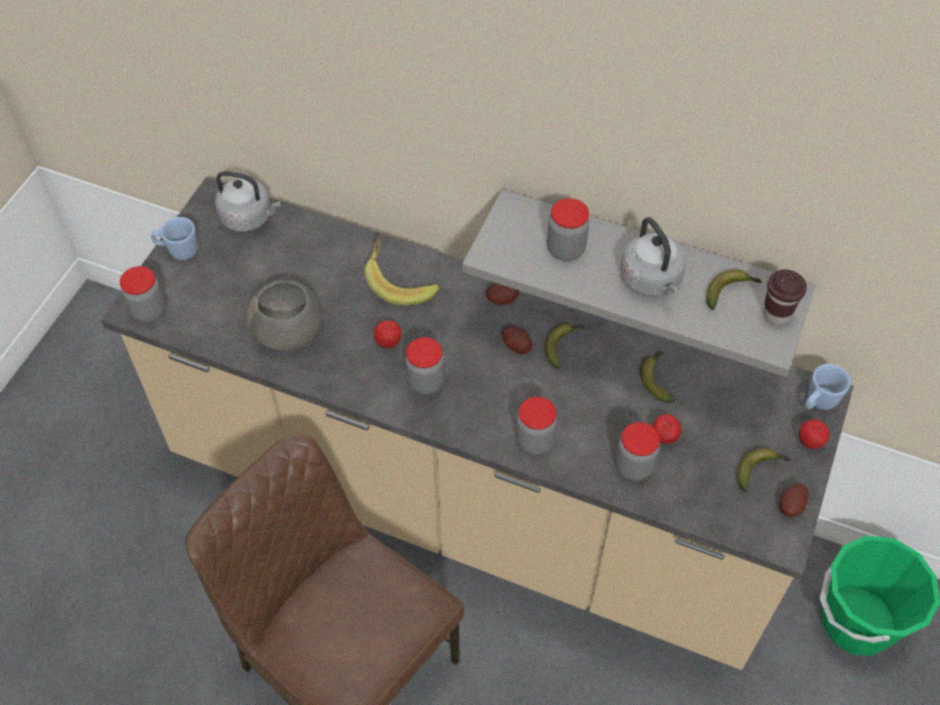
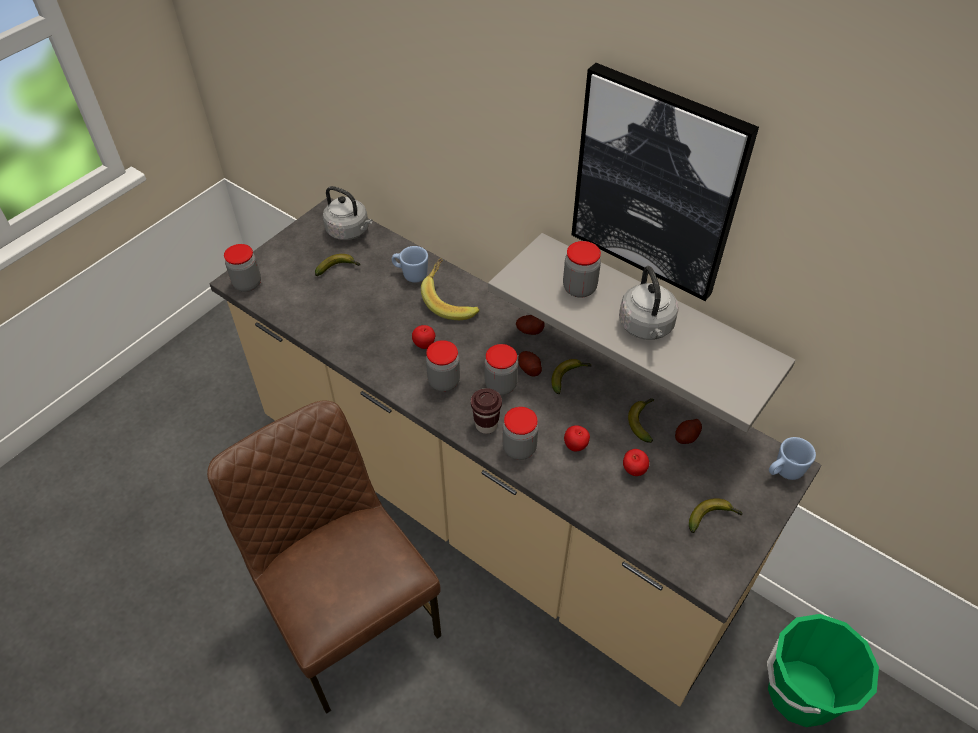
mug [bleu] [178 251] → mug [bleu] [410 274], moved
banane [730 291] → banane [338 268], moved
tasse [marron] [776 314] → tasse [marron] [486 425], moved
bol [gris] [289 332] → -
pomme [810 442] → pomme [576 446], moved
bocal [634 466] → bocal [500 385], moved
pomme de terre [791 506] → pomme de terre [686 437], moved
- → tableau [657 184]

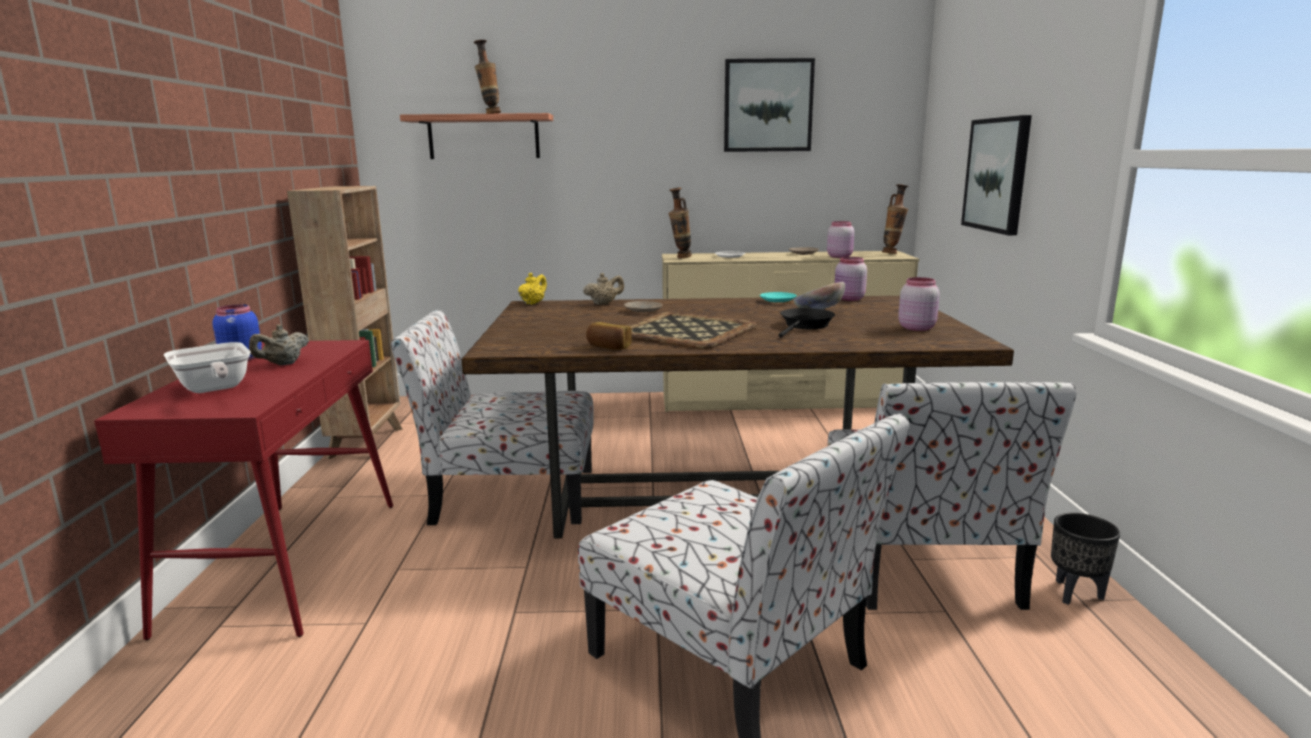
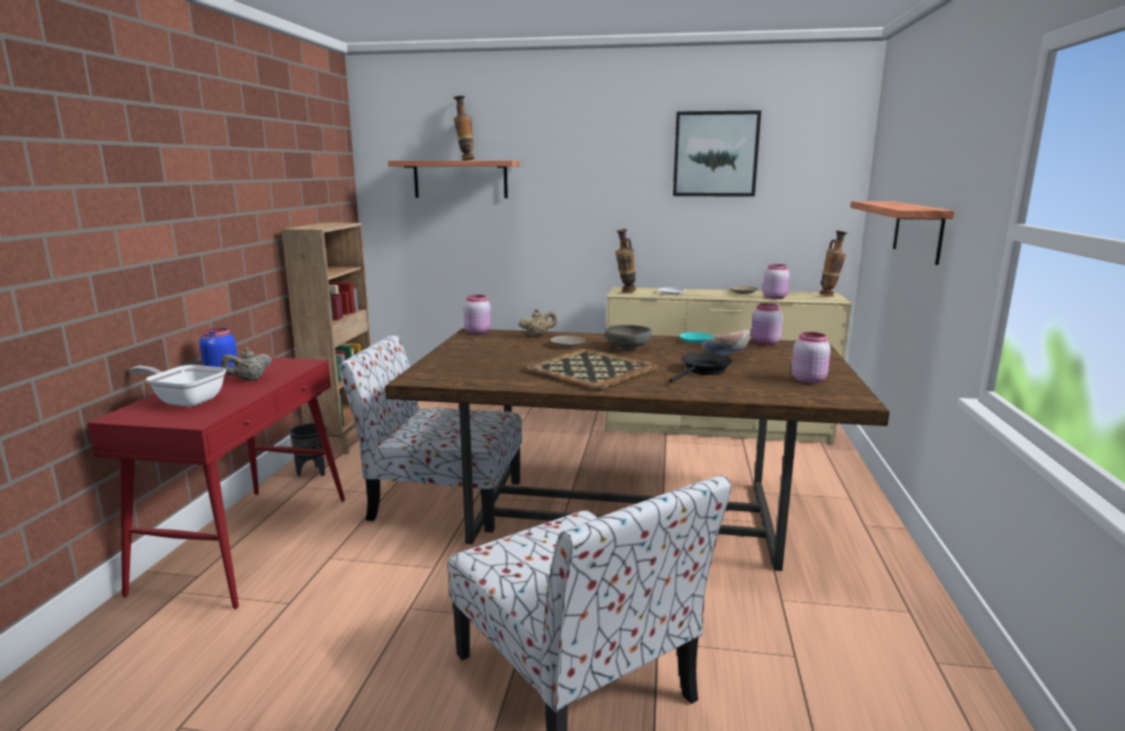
tableau [997 174] → étagère [918 231]
théière [jaune] [533 303] → bocal [rose] [477 332]
pain [608 347] → -
poêle [214 389] → poêle [185 400], 135 degrees clockwise
chaise [919 563] → -
cache-pot [noir] [1076 594] → cache-pot [noir] [313 472], moved
- → bol [gris] [627 347]

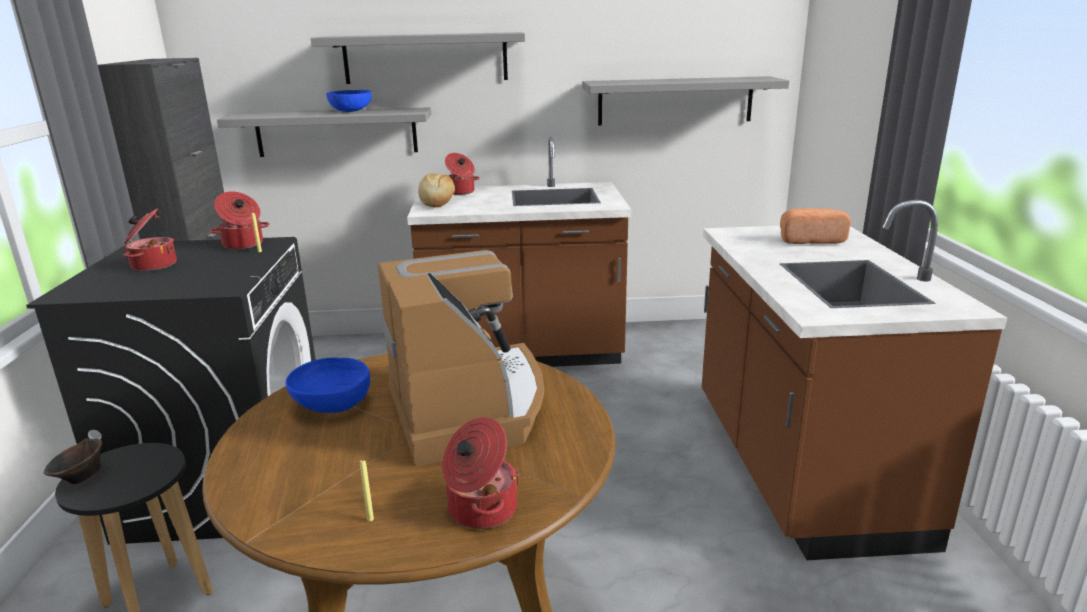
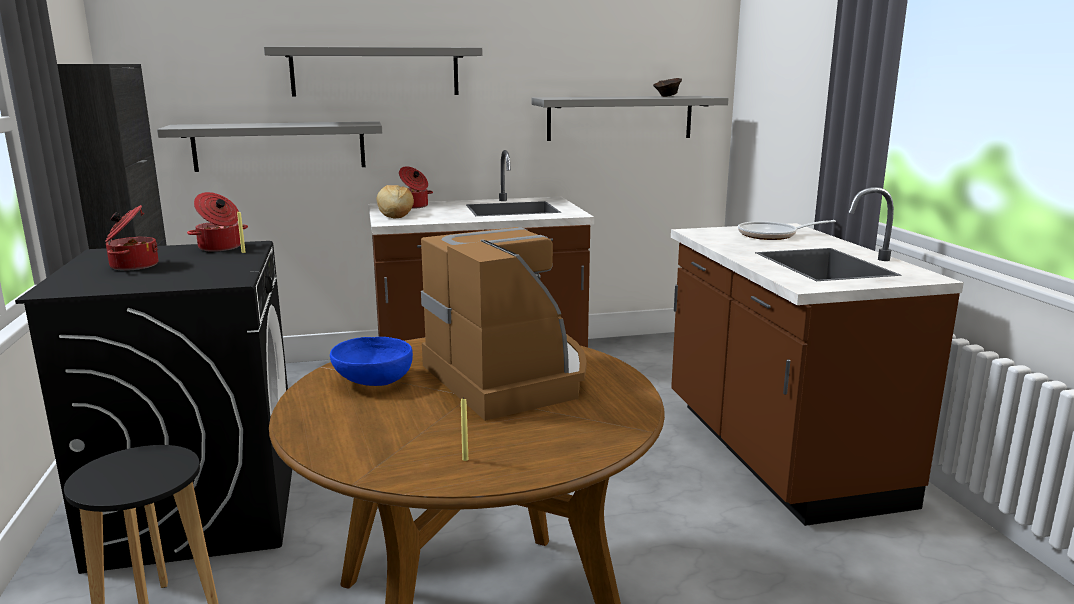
bol [bleu] [351 111] → -
pain [809 240] → poêle [772 235]
marmite [480 509] → -
bol [marron] [81 478] → bol [marron] [667 96], moved

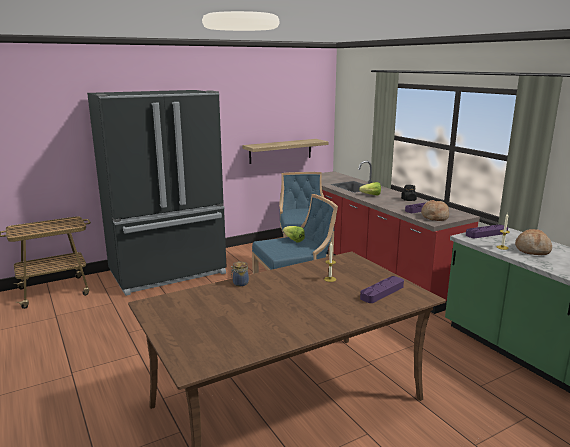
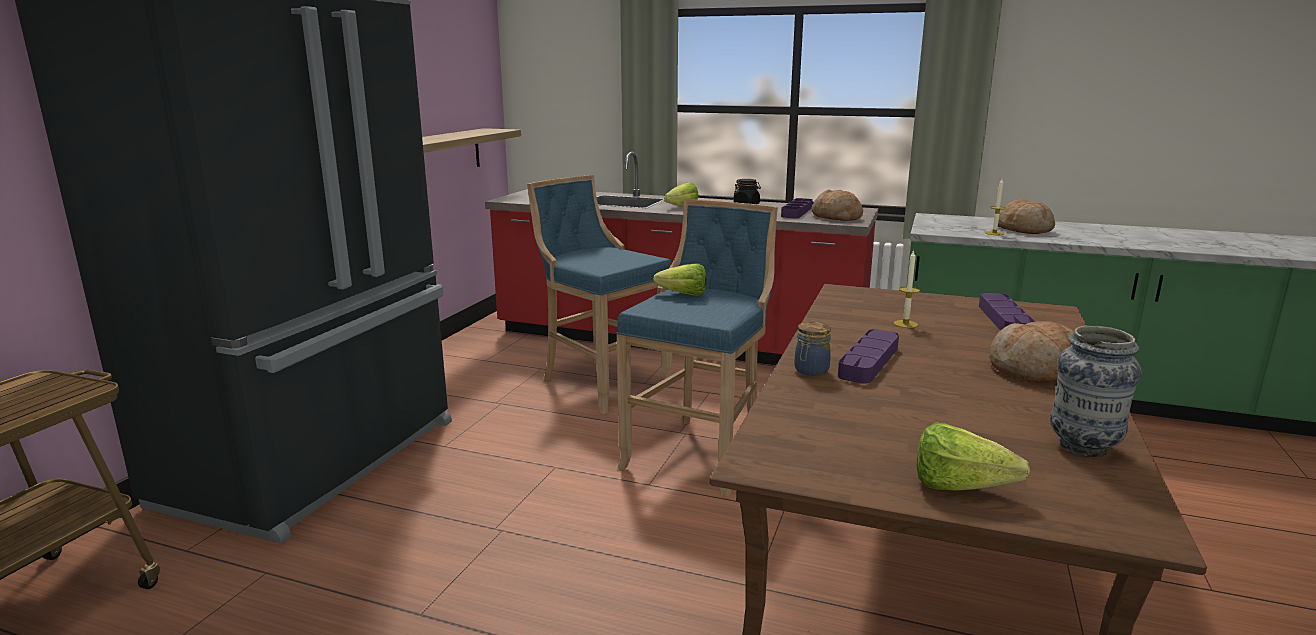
plateau [violet] [486 234] → plateau [violet] [869 361], moved
- → pain [1034 370]
- → vase [1083 447]
- → laitue [968 490]

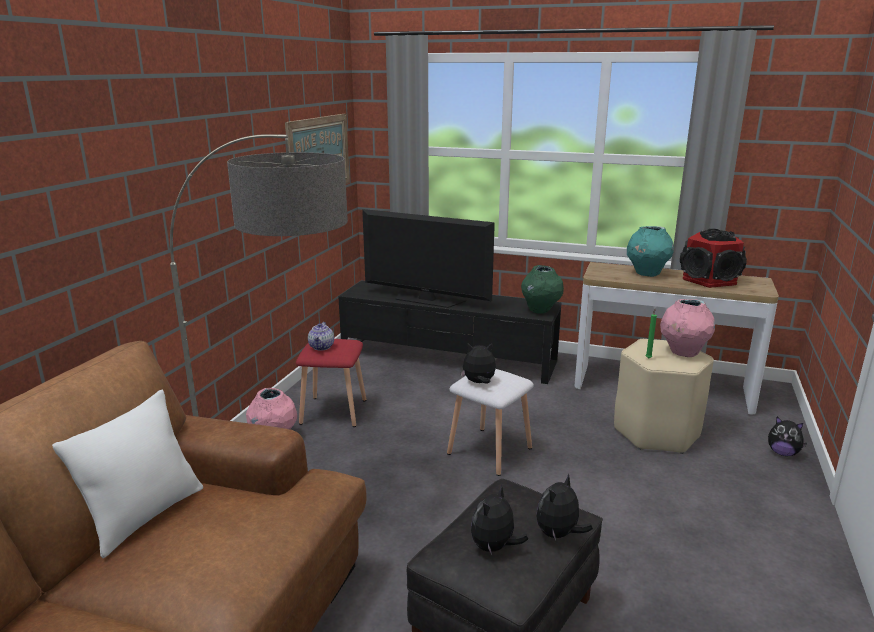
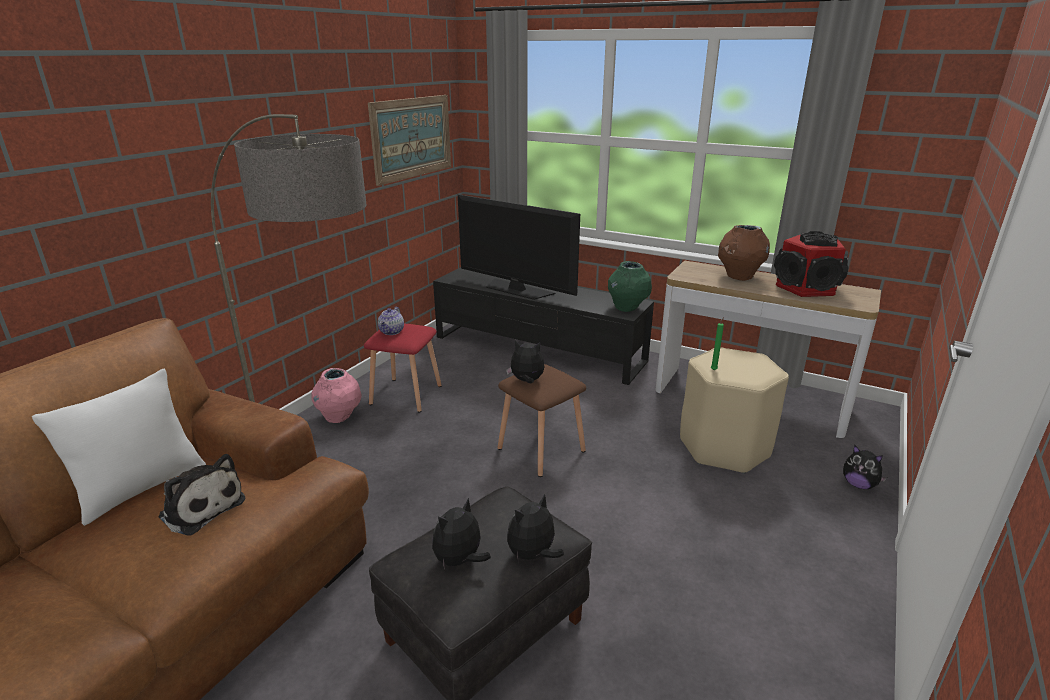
vase [turquoise] [646 274] → vase [marron] [739 277]
vase [rose] [683 352] → -
tabouret [blanc] [488 450] → tabouret [marron] [540 449]
- → peluche [201 507]

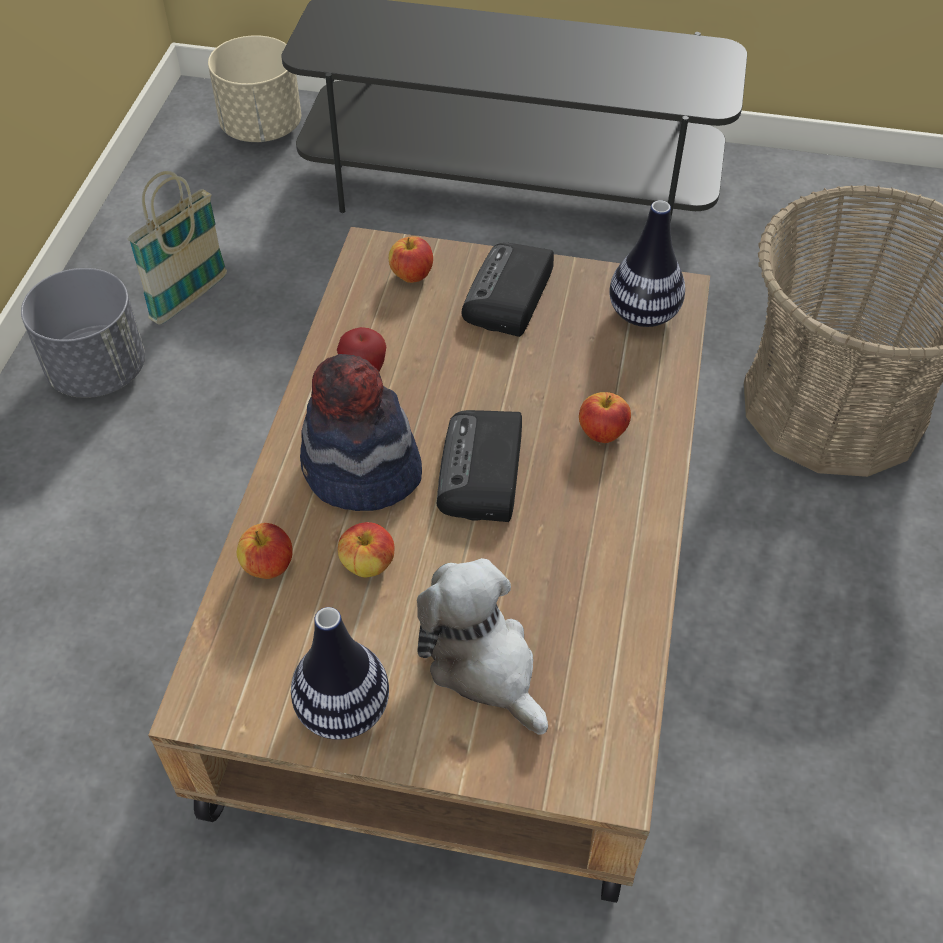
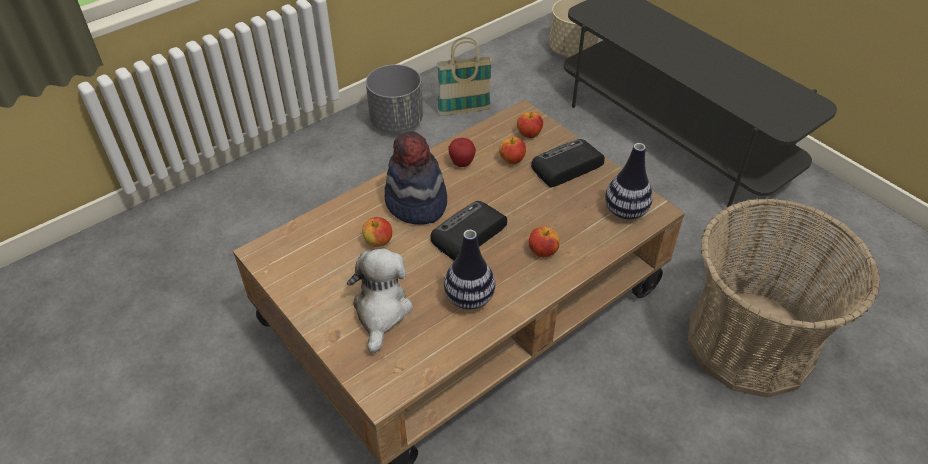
pomme [268 566] → pomme [512 160], moved
vase [343 709] → vase [469 298], moved

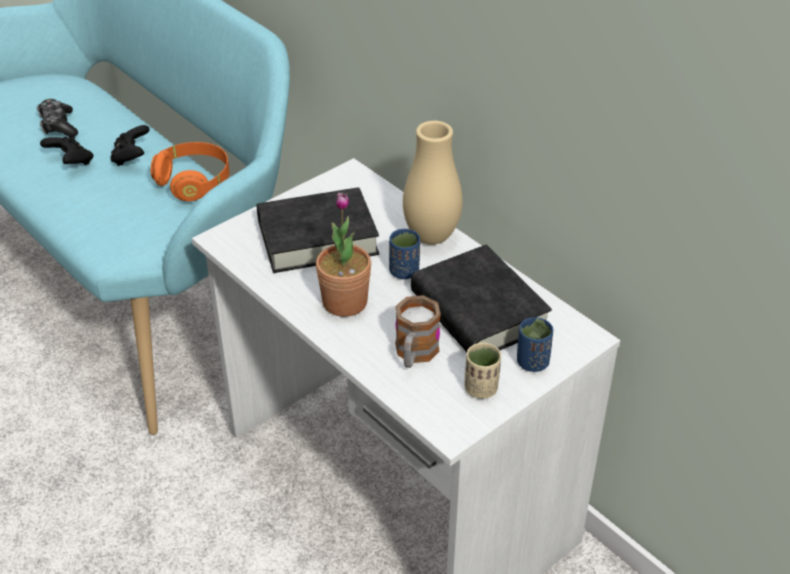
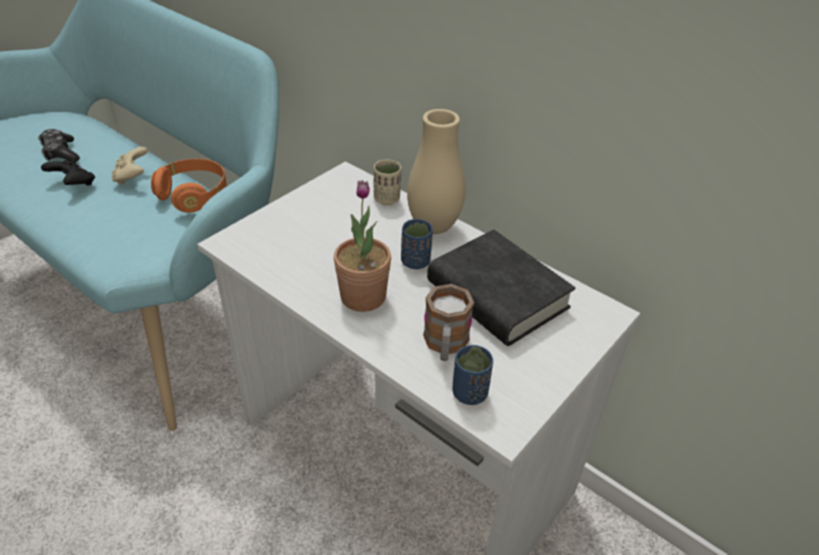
manette [noir] [131 157] → manette [beige] [132 177]
livre [noir] [317 237] → -
tasse [bleu] [532 362] → tasse [bleu] [469 393], moved
tasse [beige] [481 389] → tasse [beige] [387 199], moved

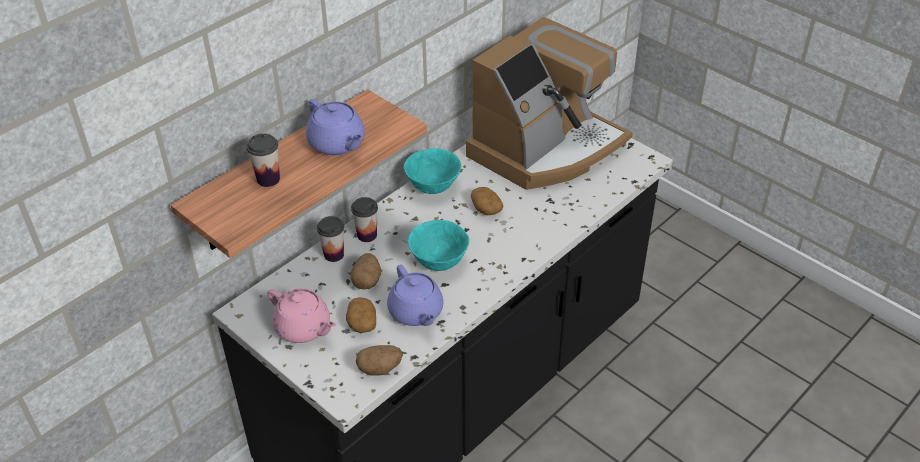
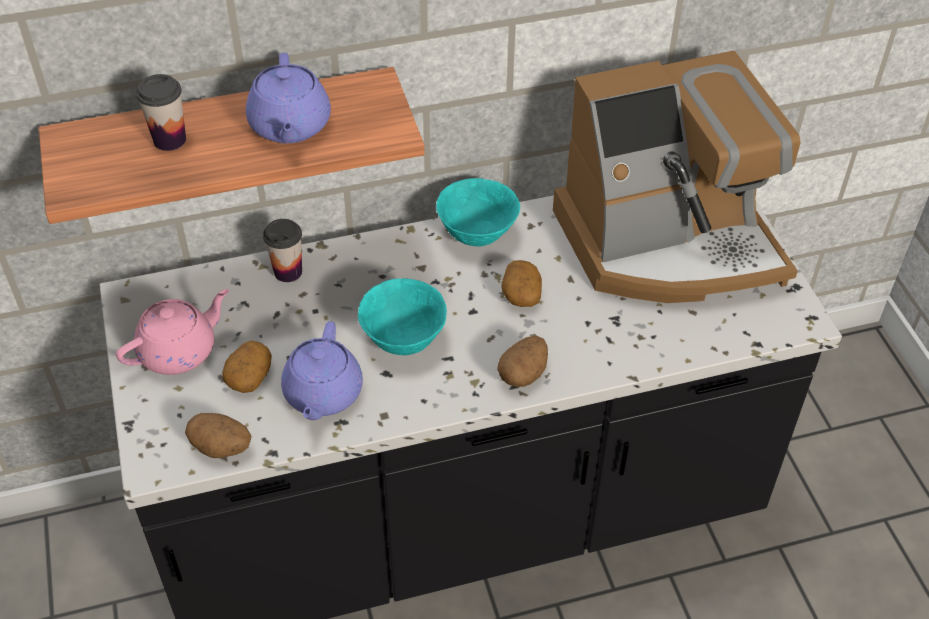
tasse [367 235] → -
pomme de terre [367 281] → pomme de terre [523 373], moved
théière [rose] [304 328] → théière [rose] [179 351], 105 degrees counterclockwise

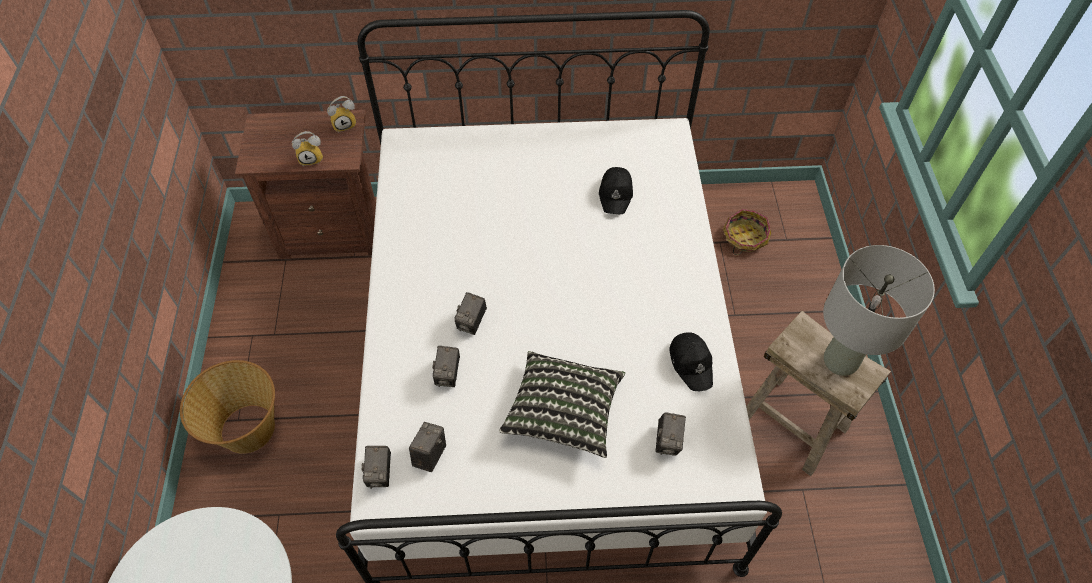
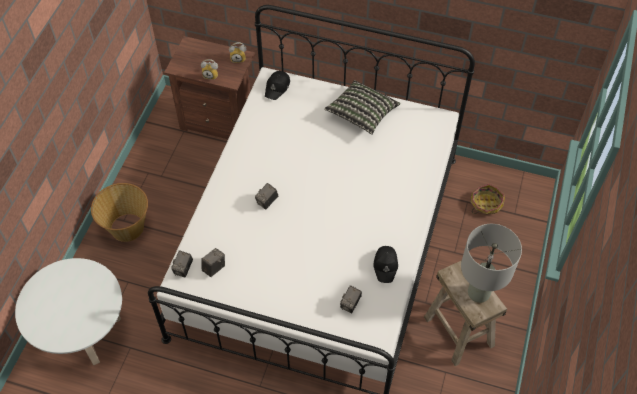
casquette [noir] [616 194] → casquette [noir] [277 87], moved
appareil photo [448 375] → -
coussin [563 412] → coussin [361 114], moved

